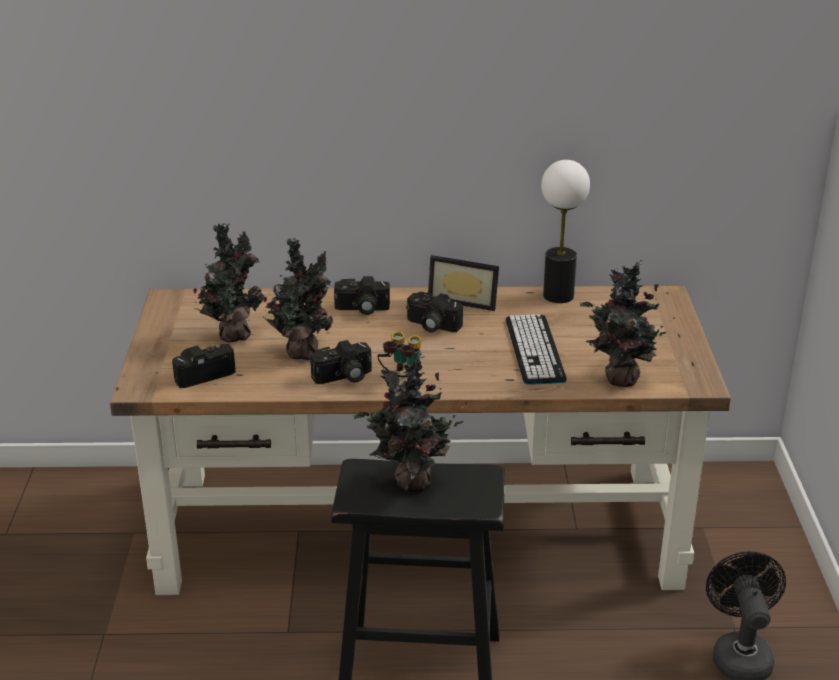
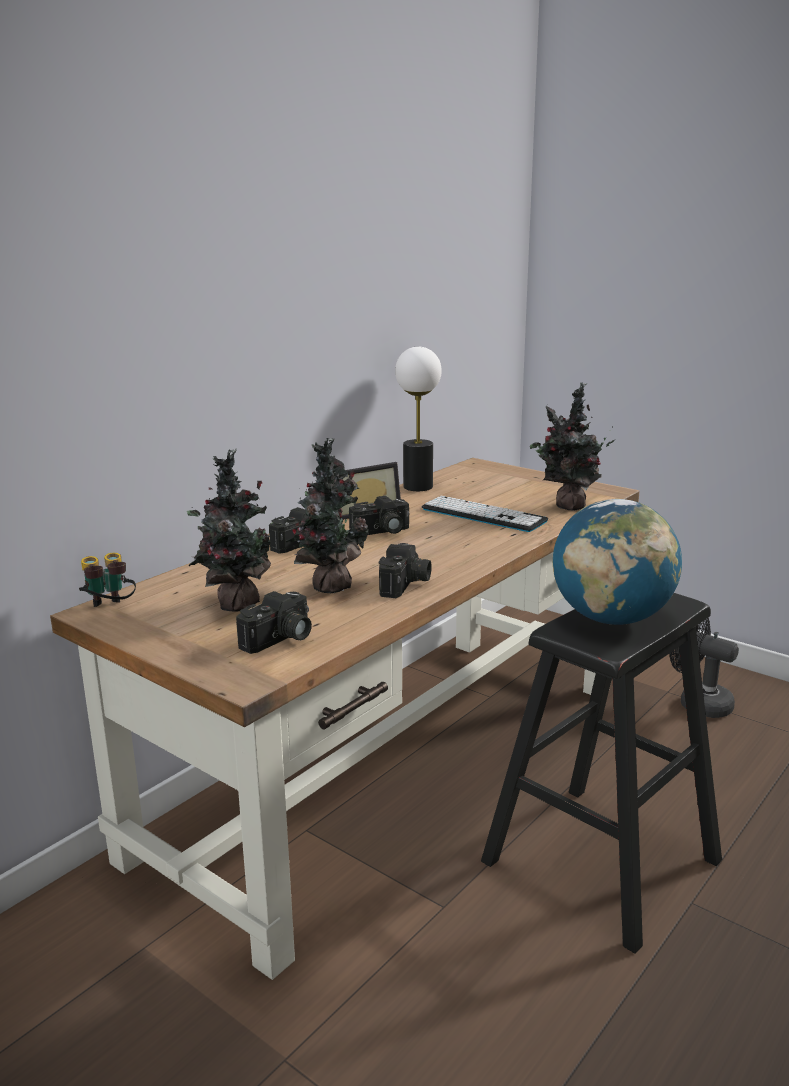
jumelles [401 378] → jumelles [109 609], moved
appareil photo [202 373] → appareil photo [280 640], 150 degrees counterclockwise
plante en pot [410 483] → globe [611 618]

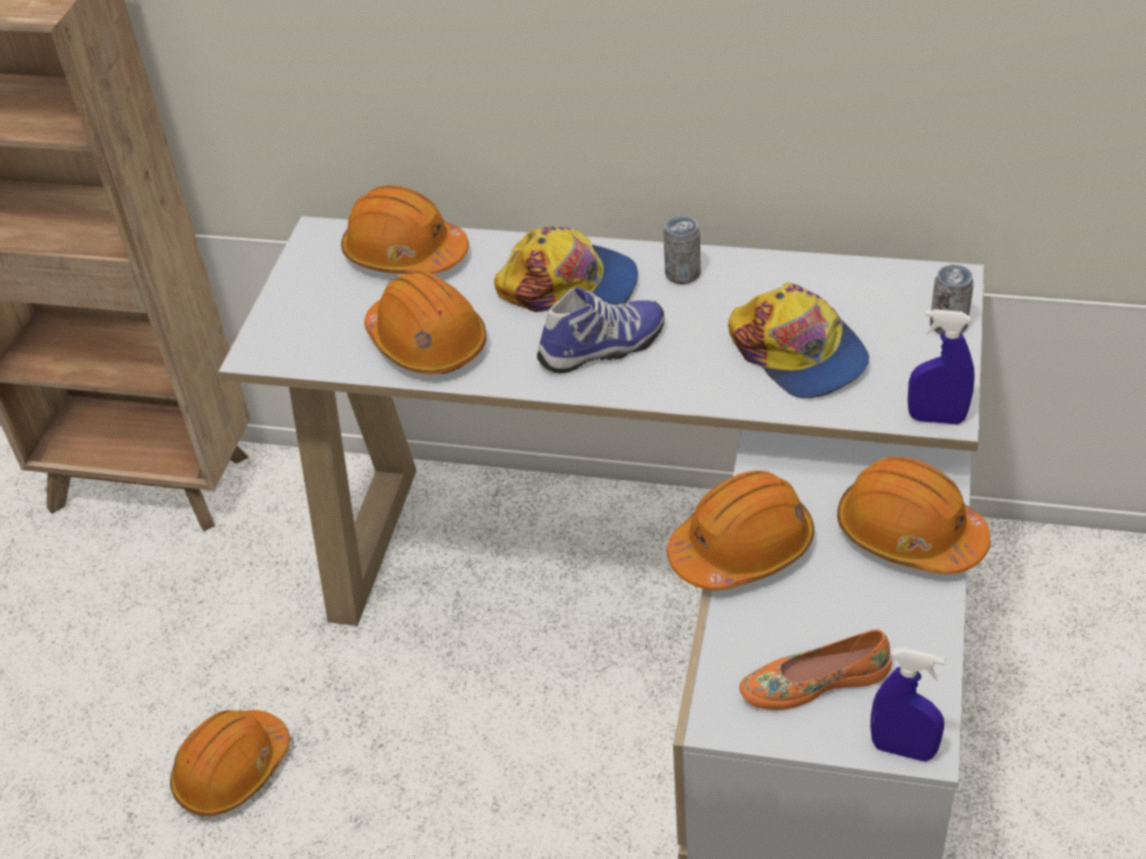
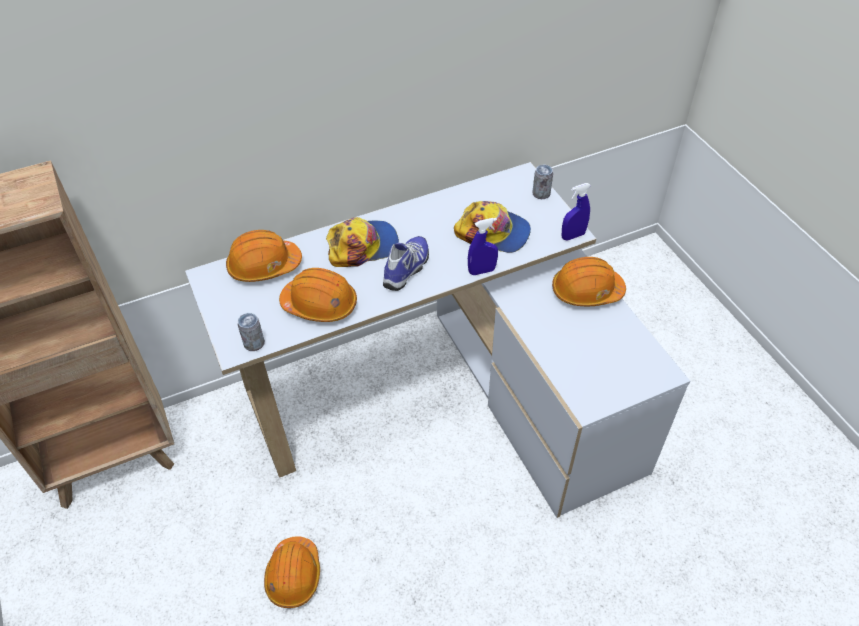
boîte métallique [682 274] → boîte métallique [254 343], moved
casque de chantier [orange] [742 548] → -
chaussure [orange] [814 681] → -
vaporisateur [bleu] [903 749] → vaporisateur [bleu] [482 271], moved

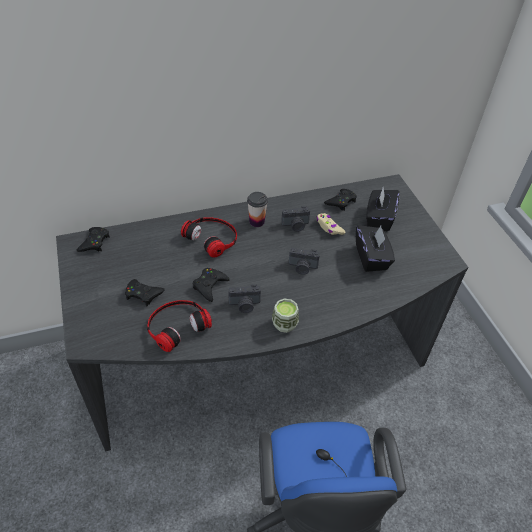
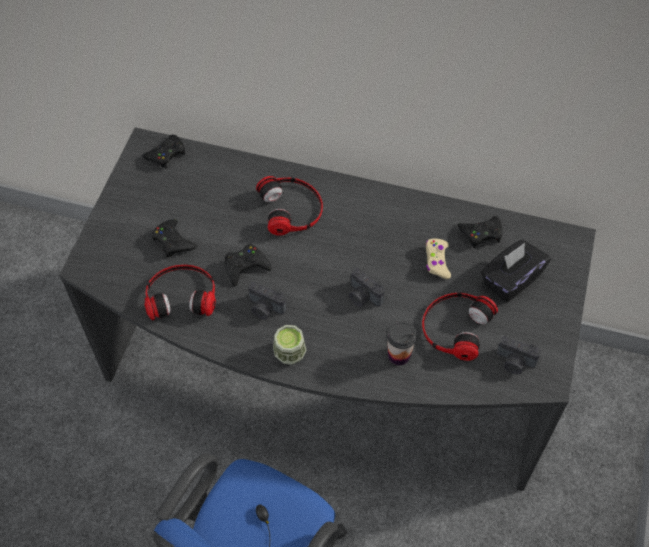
tasse [257 222] → tasse [399 355], moved
appareil photo [295 225] → appareil photo [514 362], moved
boîte à mouchoirs [noir] [371 258] → casque audio [455 326]

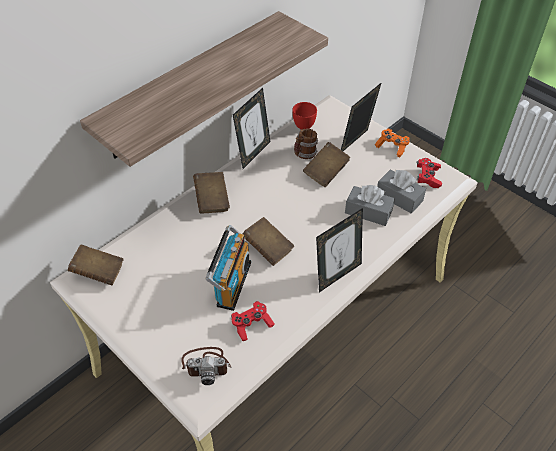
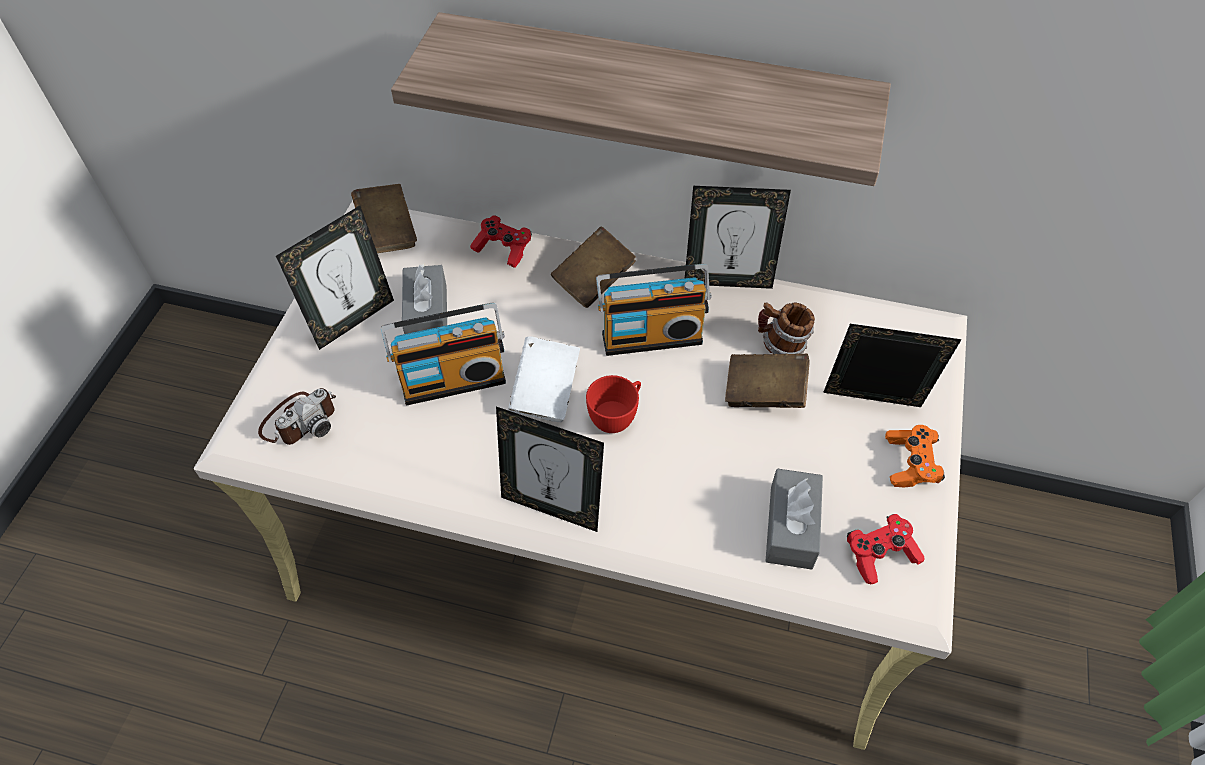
tasse [rouge] [303 123] → tasse [rouge] [616 417], moved
boîte à mouchoirs [gris] [368 212] → boîte à mouchoirs [gris] [427 314], moved
livre [marron] [268 249] → livre [blanc] [545 392]
manette [rouge] [251 325] → manette [rouge] [503 248], moved
appareil photo [206 364] → appareil photo [300 420], 105 degrees counterclockwise
- → cadre photo [352 320]
- → radio [651 335]

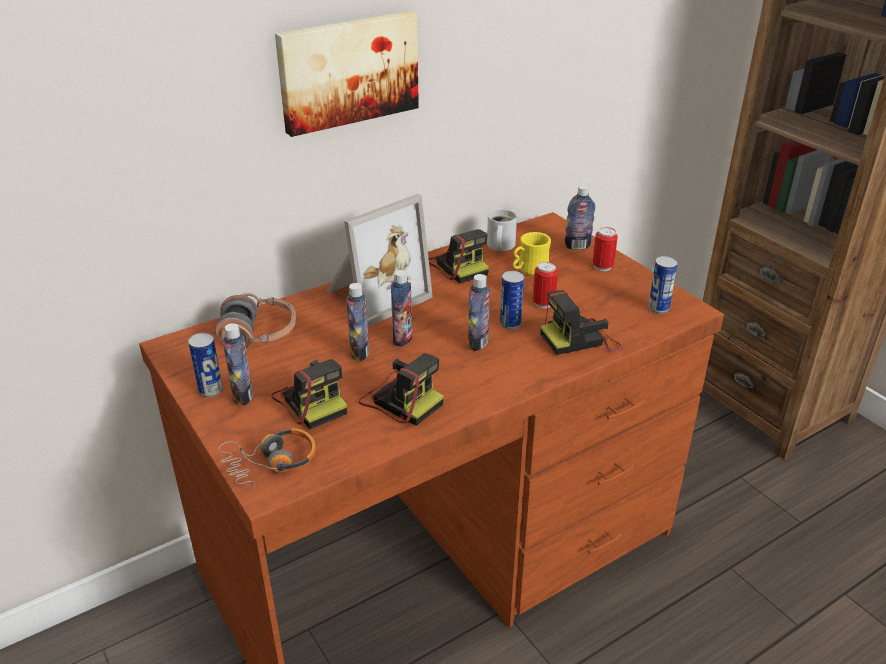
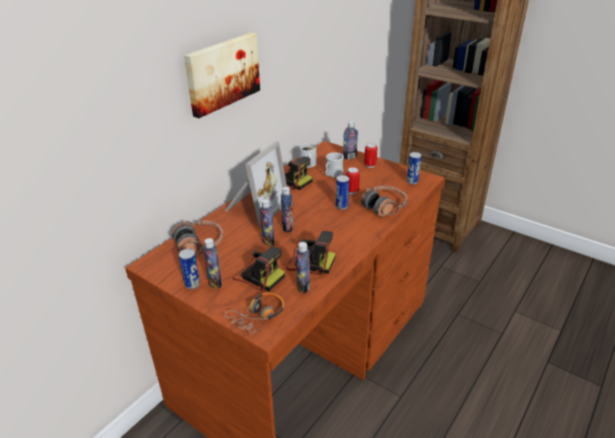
mug [jaune] [529 270] → mug [blanc] [332 175]
bouteille [478 343] → bouteille [303 286], moved
appareil photo [580 340] → casque audio [384 206]

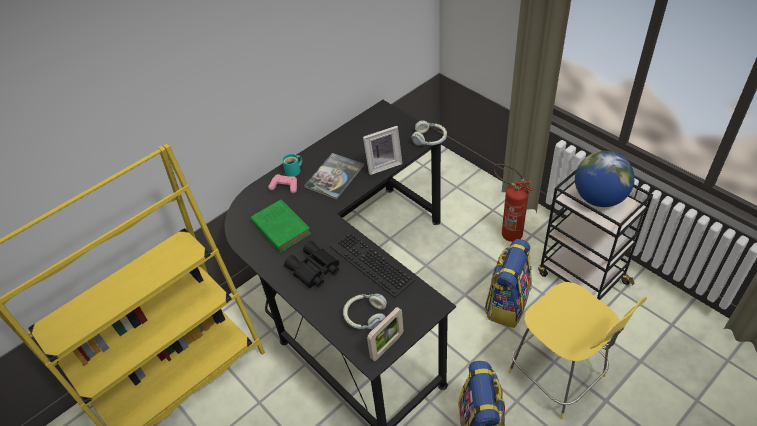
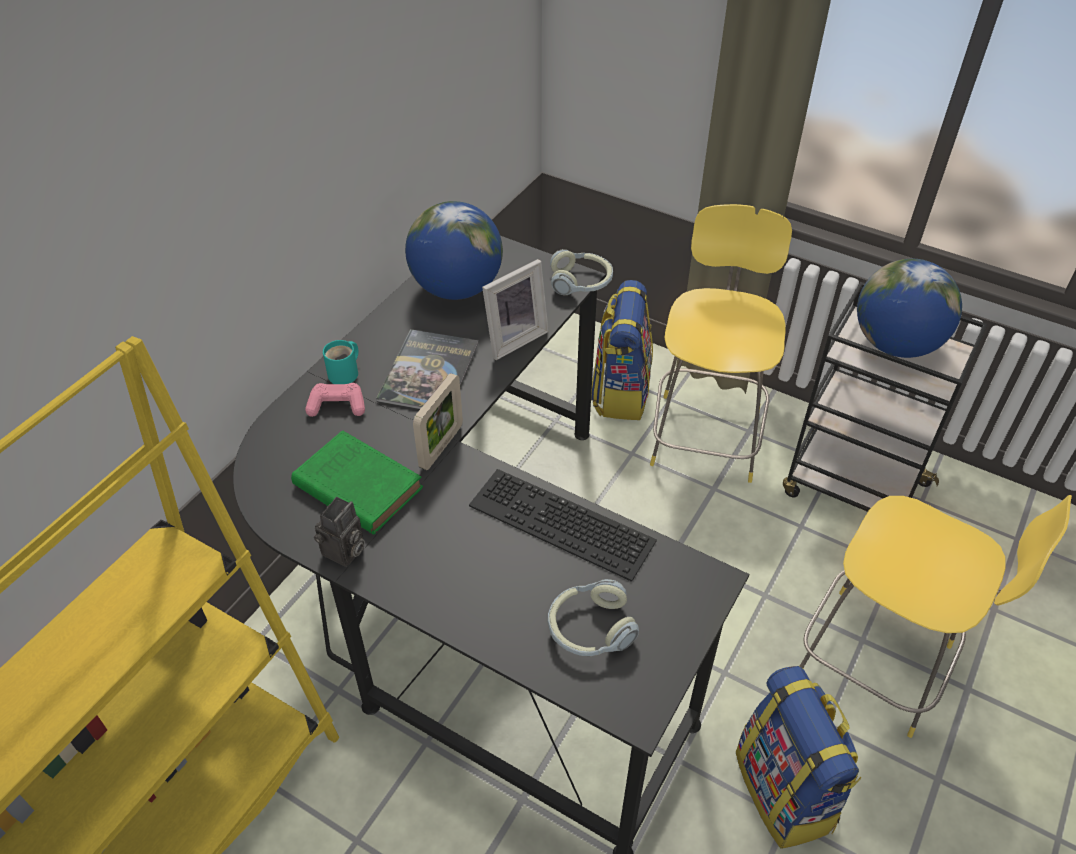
extincteur [506 232] → tabouret [jaune] [706 434]
sac à dos [507 304] → sac à dos [620 391], moved
jumelles [noir] [314 270] → -
cadre photo [387 346] → cadre photo [441 446], moved
- → globe [457 288]
- → appareil photo [344 552]

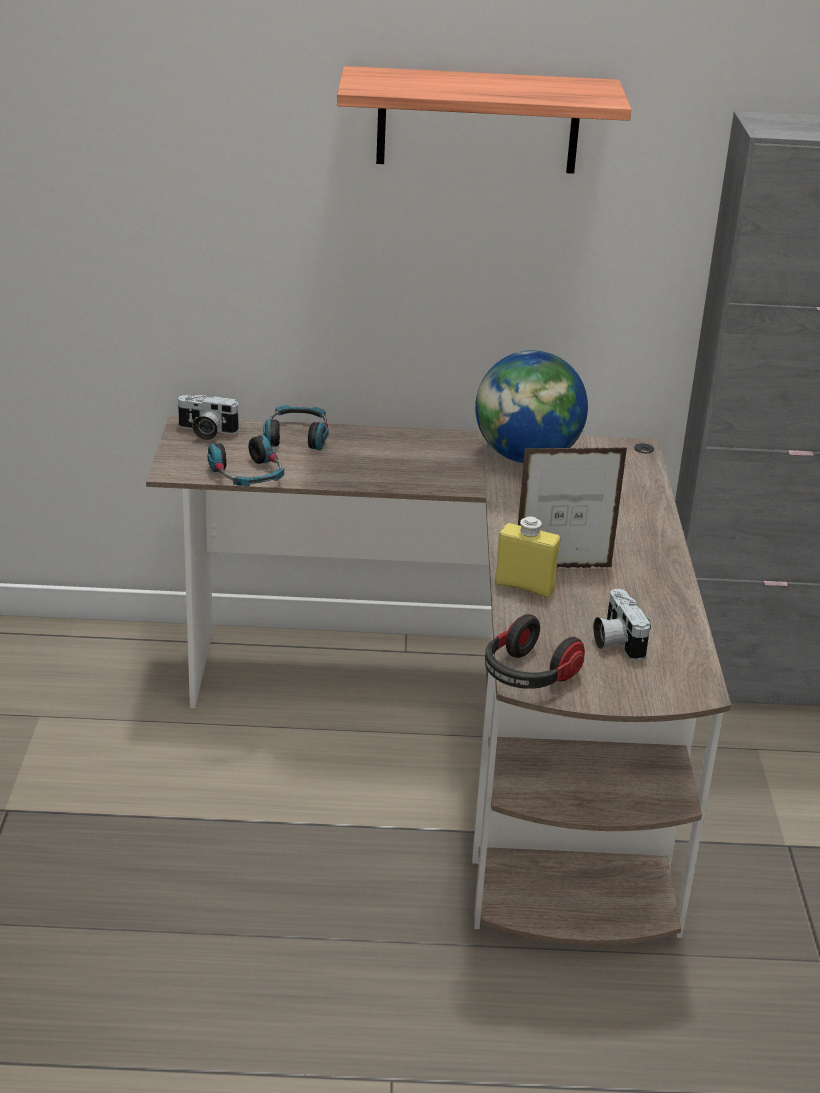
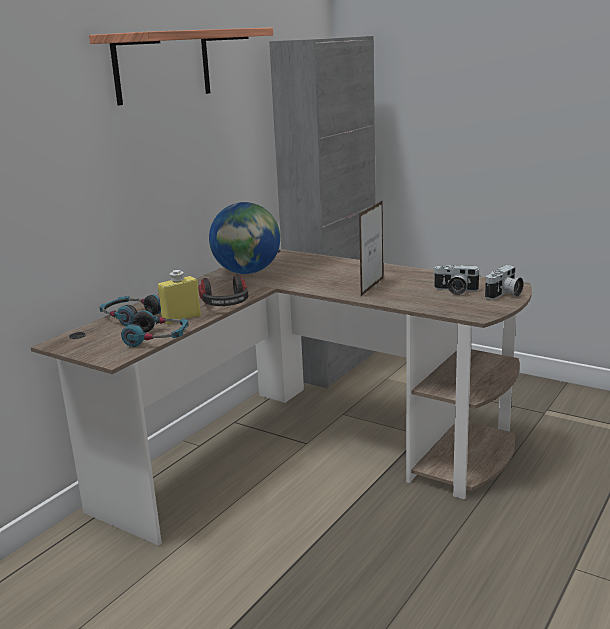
appareil photo [206 432] → appareil photo [504 294], moved
bouteille [jaune] [524 586] → bouteille [jaune] [181 318], moved
casque audio [528 676] → casque audio [225 305], moved

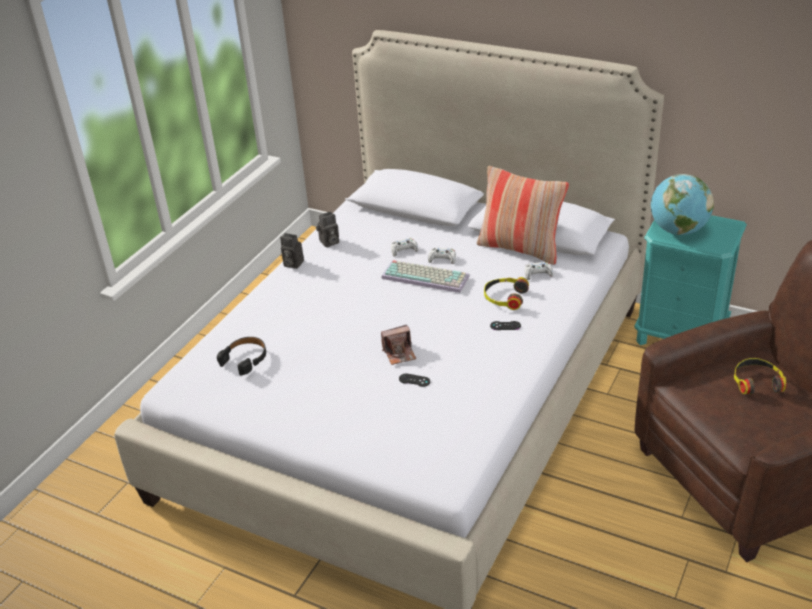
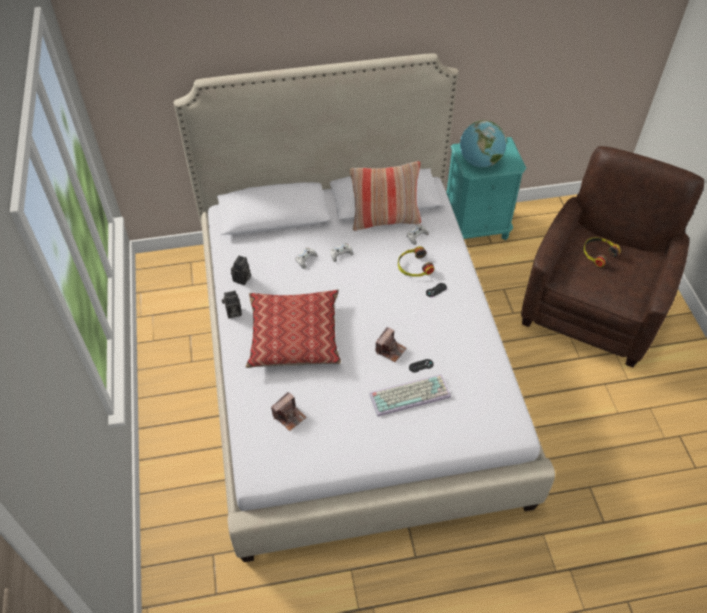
clavier [426 276] → clavier [410 394], moved
casque audio [noir] [245 359] → appareil photo [289 416]
- → coussin [294 335]

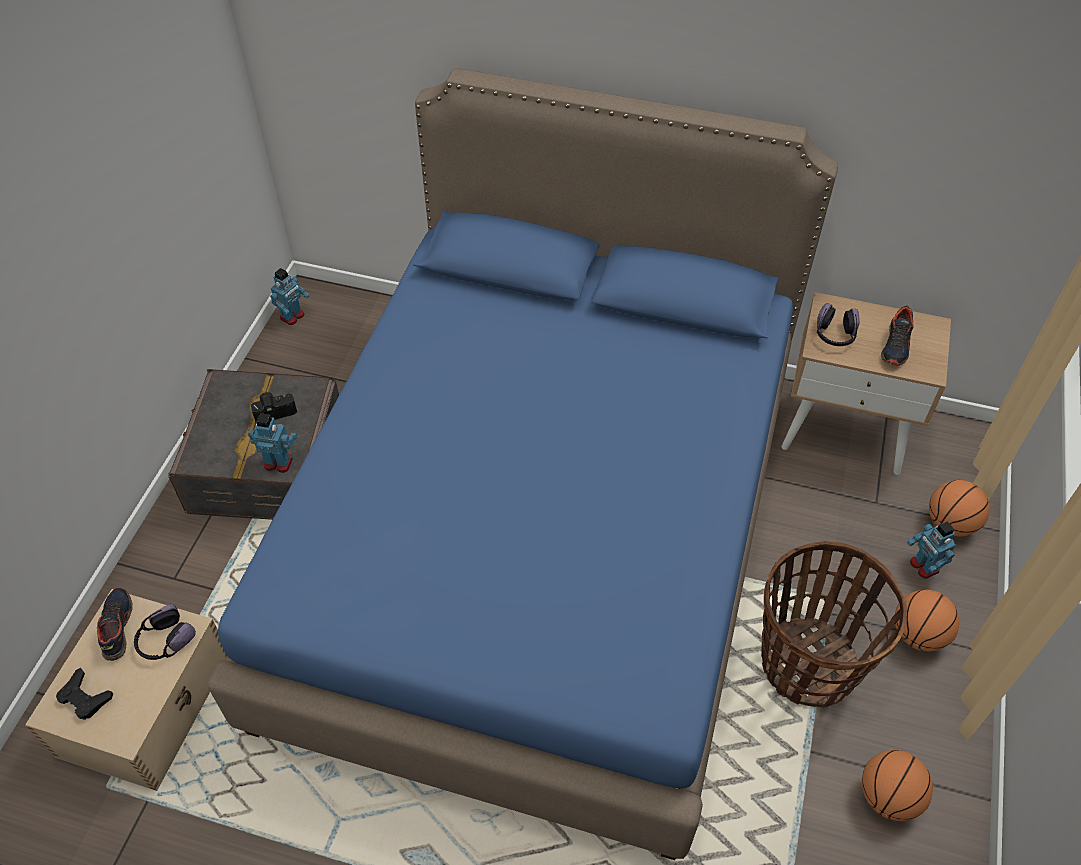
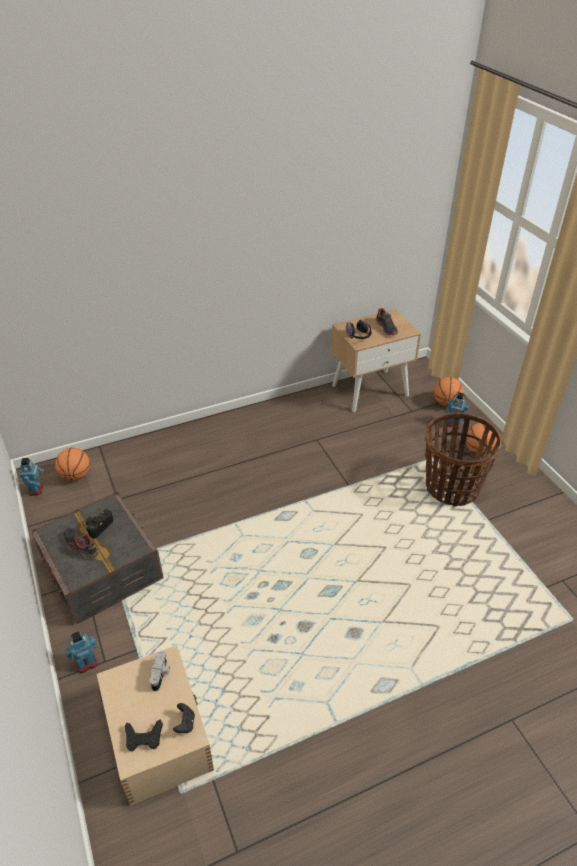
lit [bleu] [540 539] → -
robot jouet [278 462] → robot jouet [86 663], moved
chaussure [116 627] → chaussure [81 546], moved
casque audio [165 641] → appareil photo [161 674]
ballon de basket [888 797] → ballon de basket [76 475], moved
- → manette [noir] [185 723]

